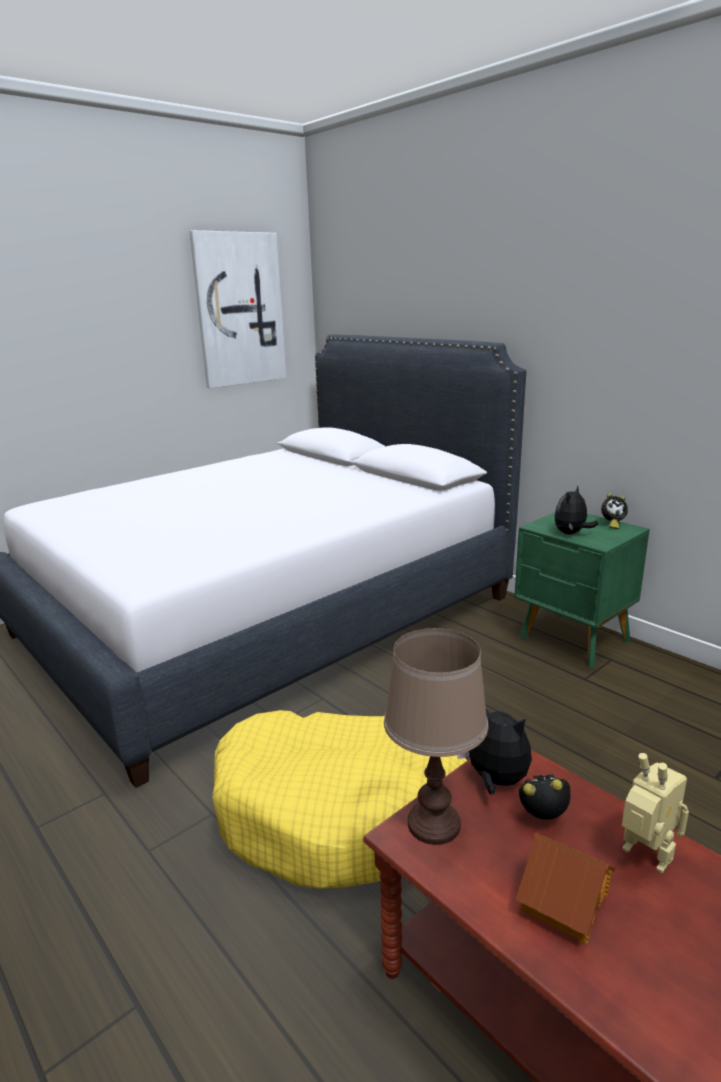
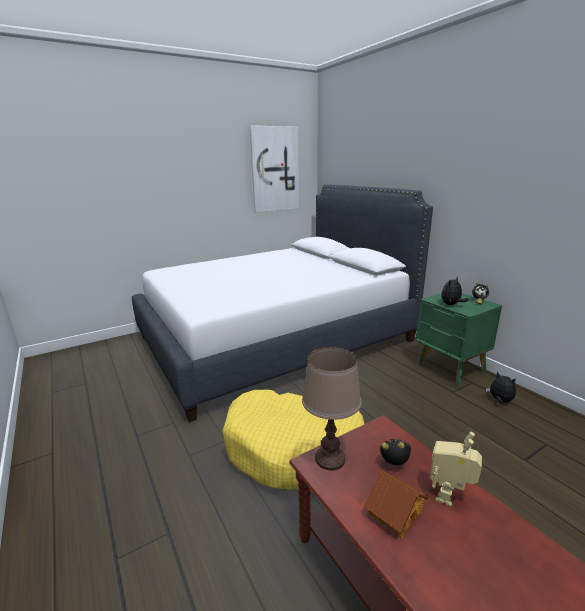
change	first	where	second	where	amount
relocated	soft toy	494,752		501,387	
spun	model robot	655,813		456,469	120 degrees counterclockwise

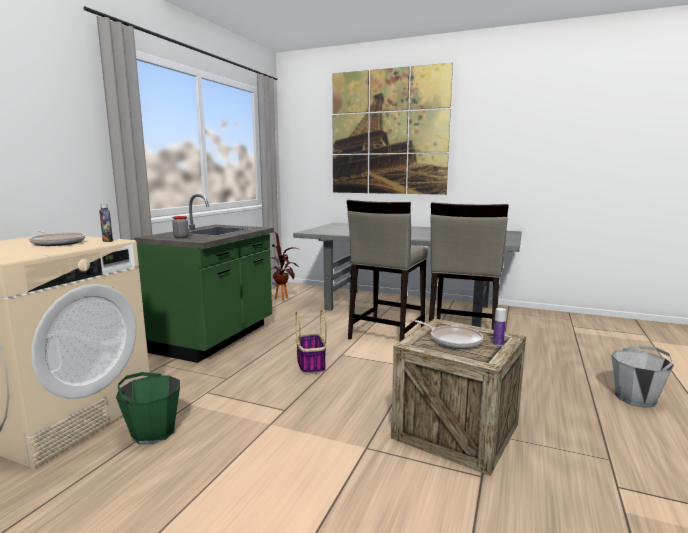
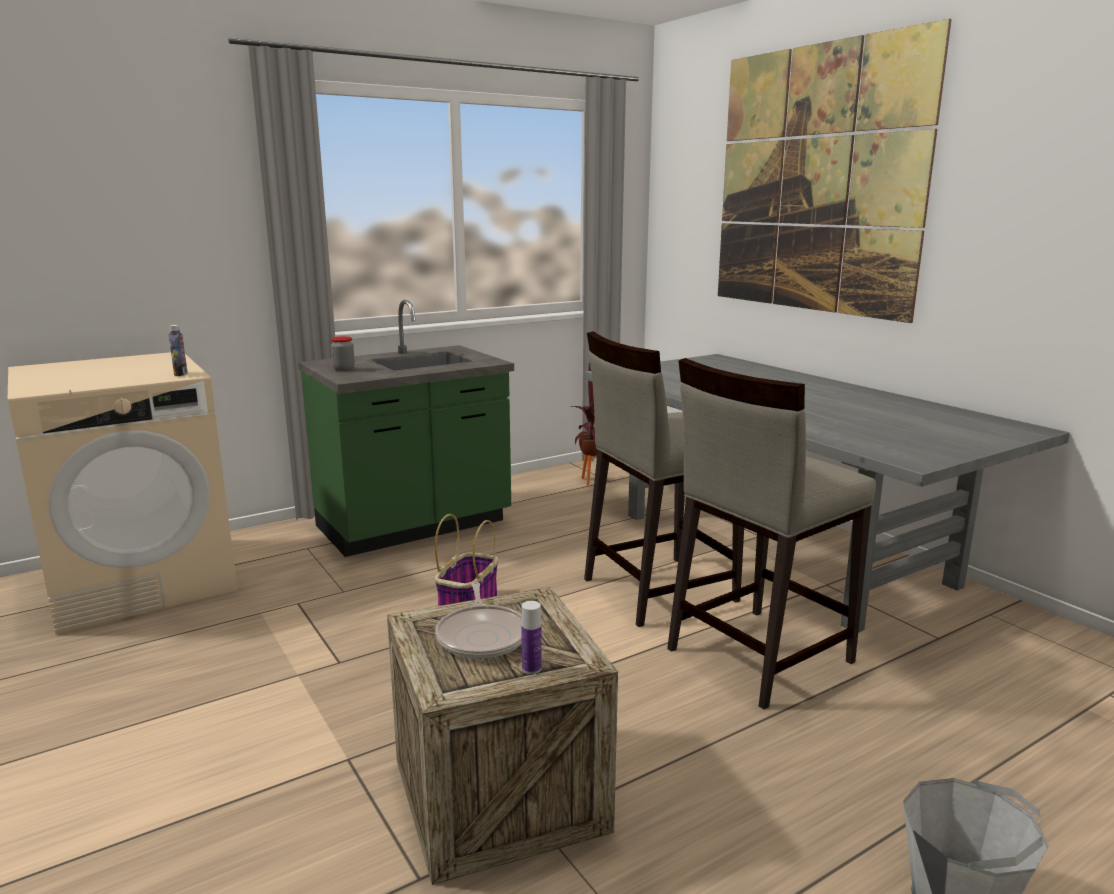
change	first	where	second	where	amount
missing	frying pan	57,238			
missing	water bucket (greenish)	148,408			

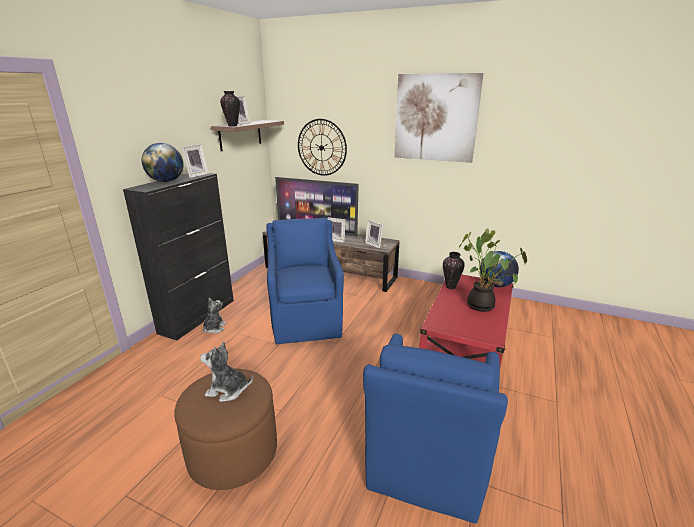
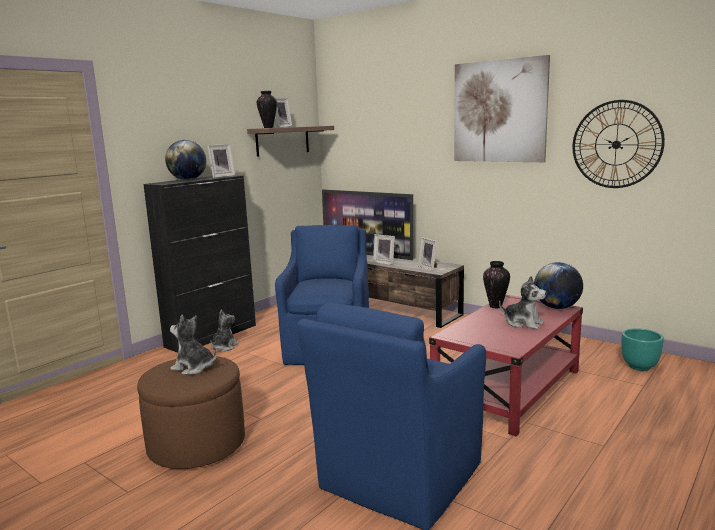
change	first	where	second	where	amount
relocated	hanging clock	322,147		619,144	
exchanged	houseplant	493,270	soft toy	523,302	
appeared			planter (blue-green)	642,349	

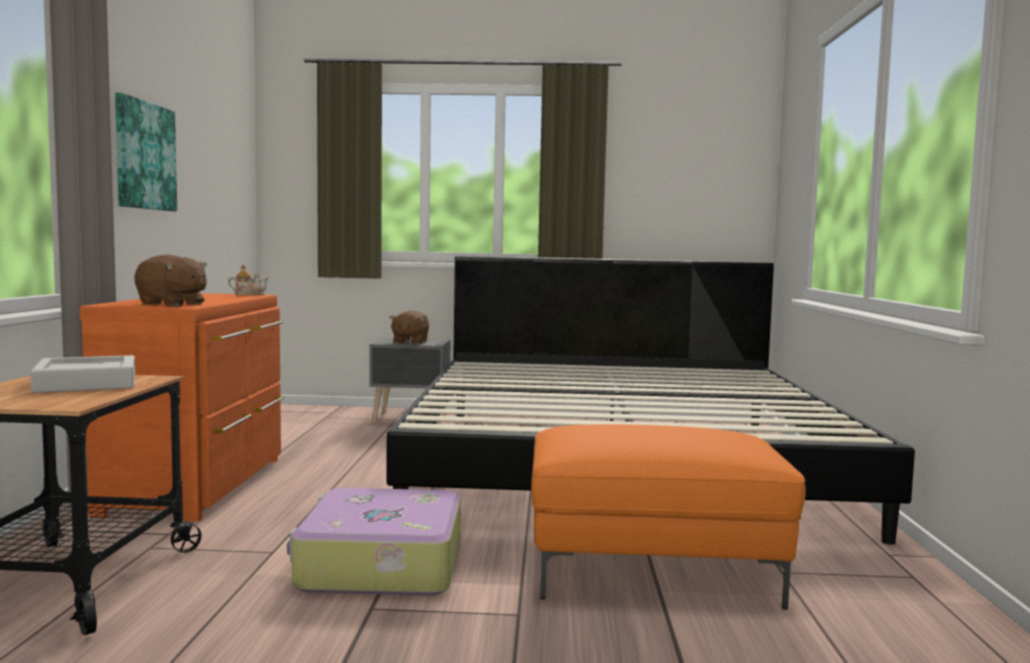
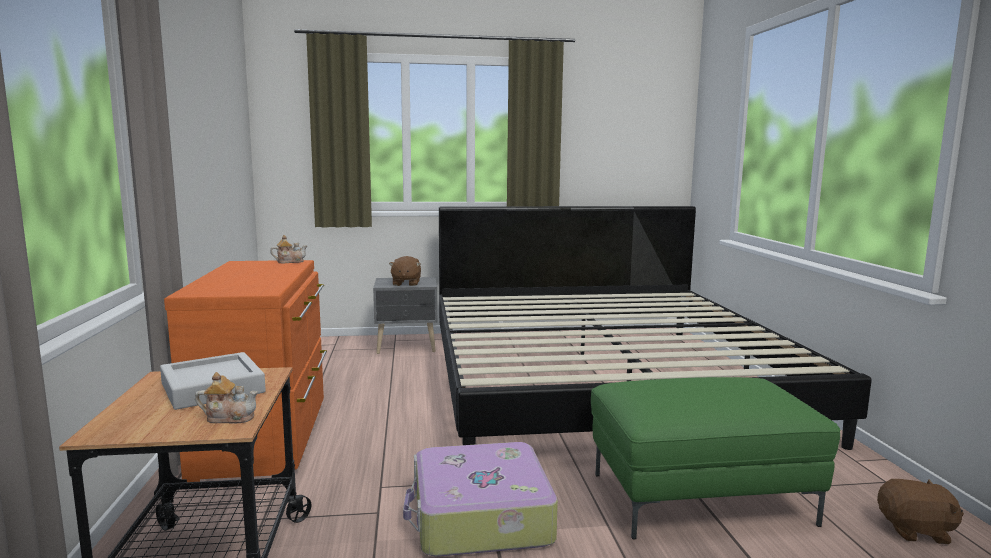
change	first	where	second	where	amount
missing	picture	146,152			
relocated	soft toy (brown-coloured)	170,280		920,511	
colour	ottoman (orangey)	668,516	ottoman (greenish)	715,458	
appeared			pot for tea	226,397	

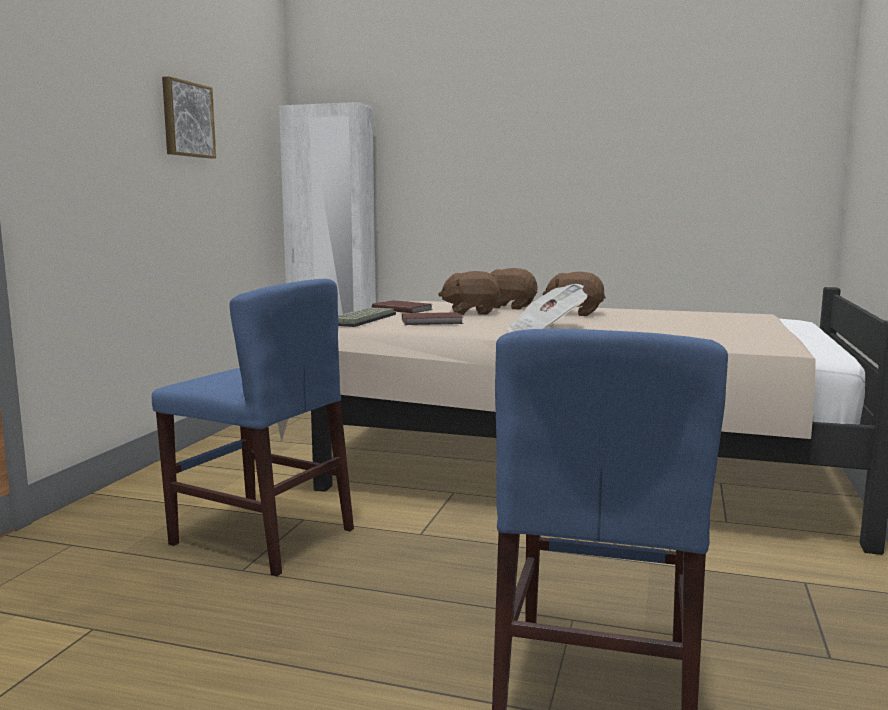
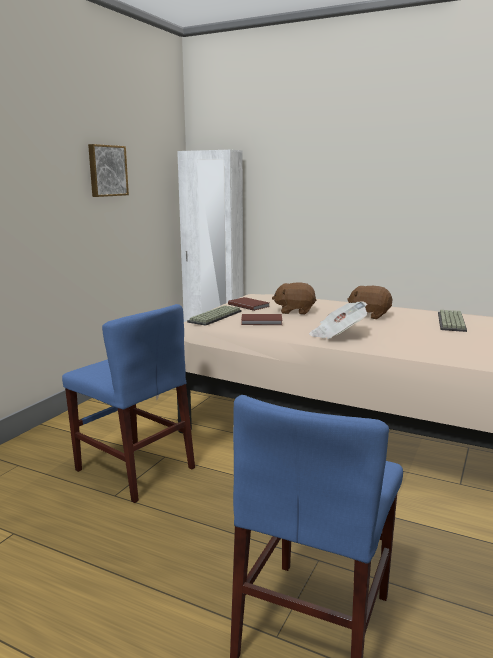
change	first	where	second	where	amount
missing	soft toy (brown-coloured)	513,289			
appeared			computer keyboard	452,321	

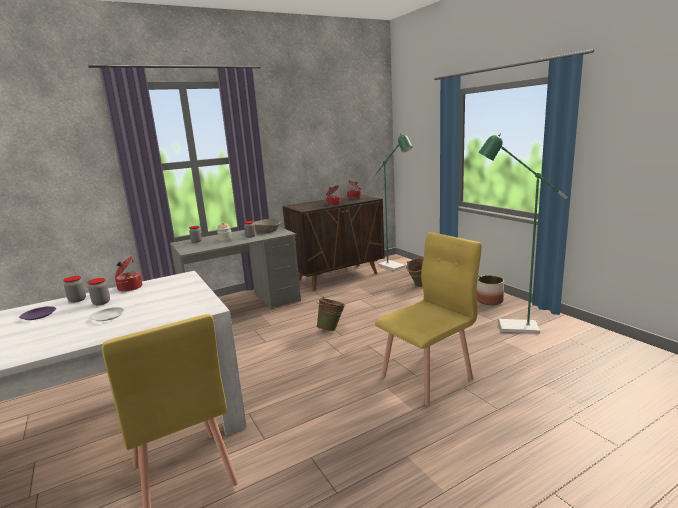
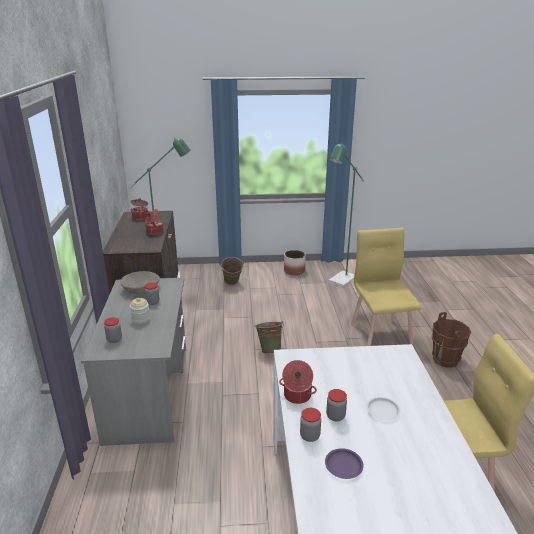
change	first	where	second	where	amount
appeared			water bucket (brown-coloured)	451,340	

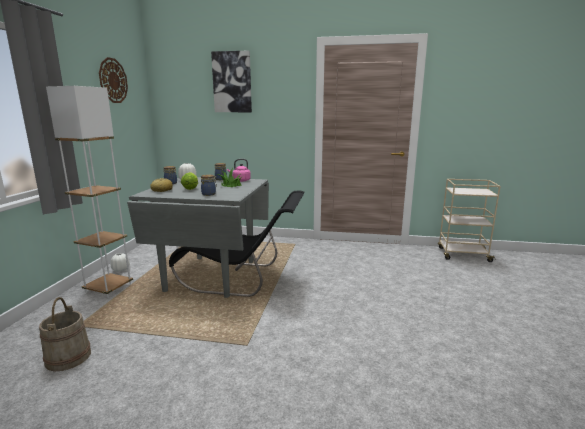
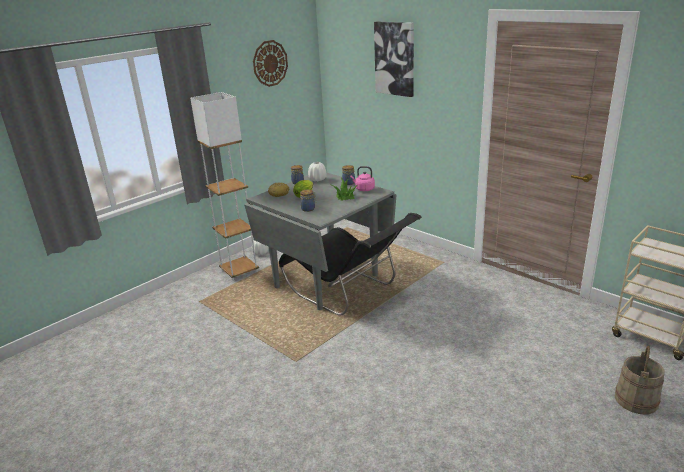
change	first	where	second	where	amount
relocated	water bucket (beige)	65,334		640,380	

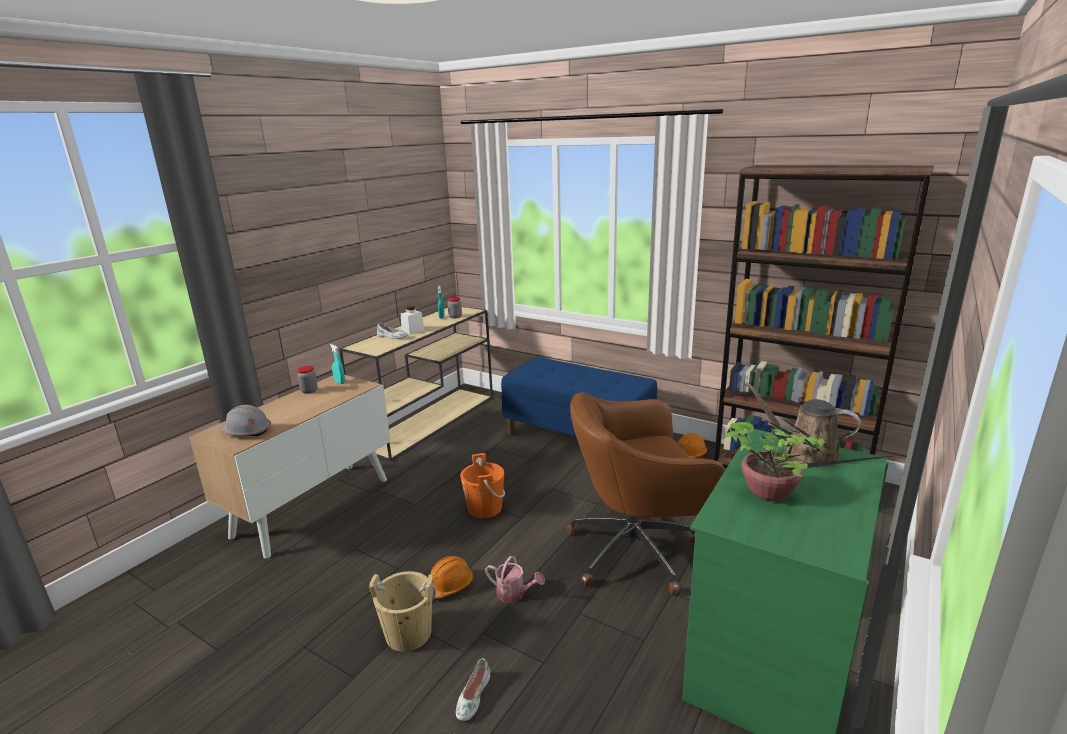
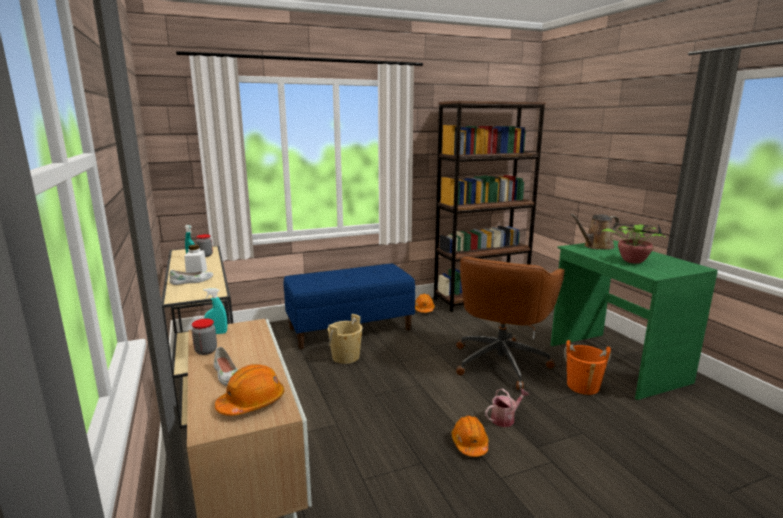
change	first	where	second	where	amount
colour	safety helmet (grey)	245,420	safety helmet (orangey)	249,390	
relocated	water bucket (orangey)	482,485		588,367	
relocated	water bucket (beige)	402,611		345,339	
relocated	low shoe (whitish)	473,689		226,366	

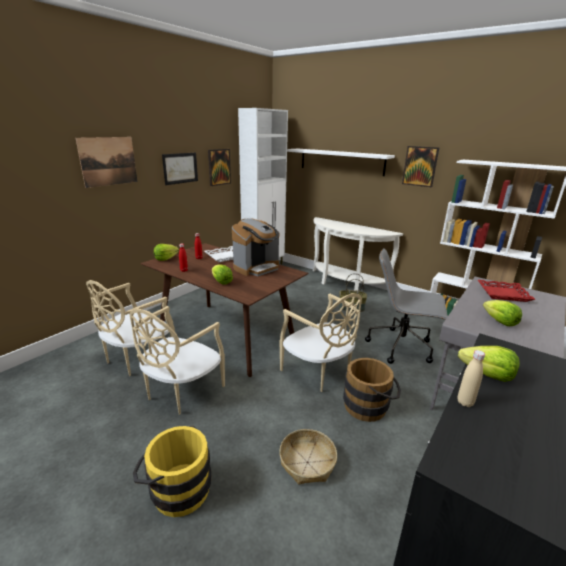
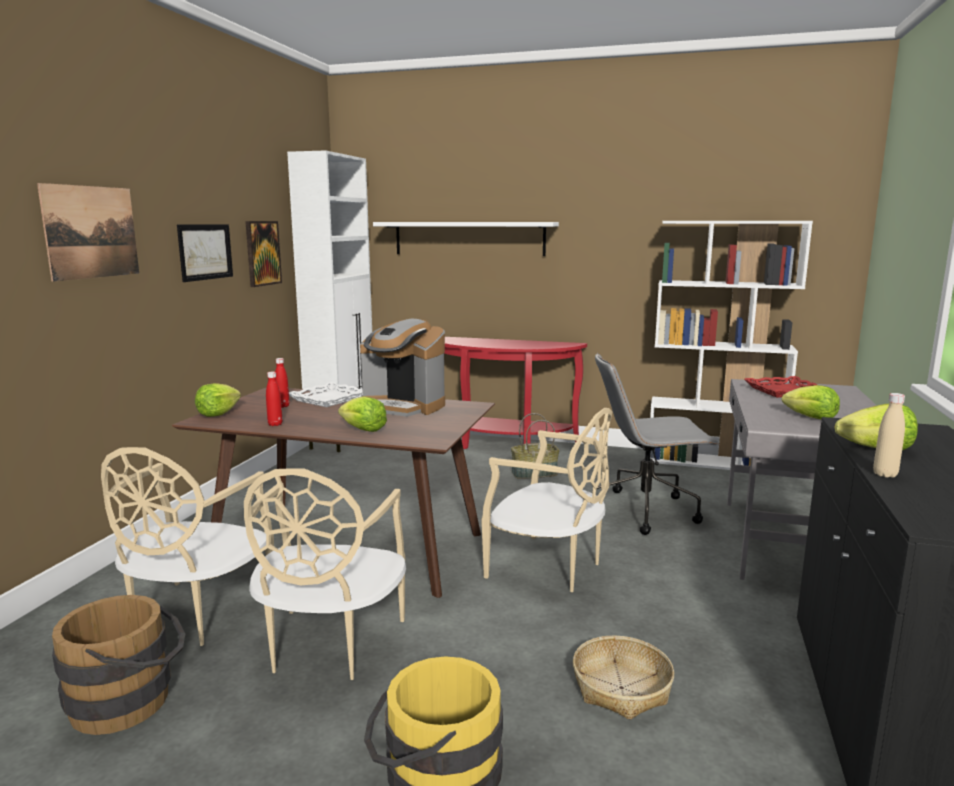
change	first	where	second	where	amount
missing	picture	420,166			
colour	console table (whitish)	358,254	console table (reddish)	515,393	
spun	coffee machine	255,247		402,368	90 degrees clockwise
relocated	water bucket (brown-coloured)	372,390		118,665	

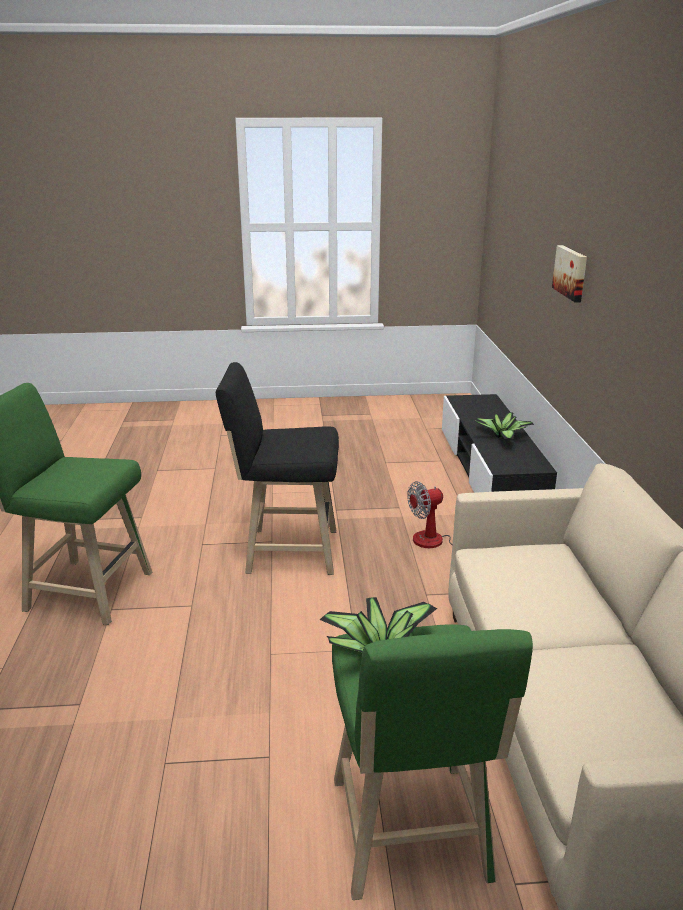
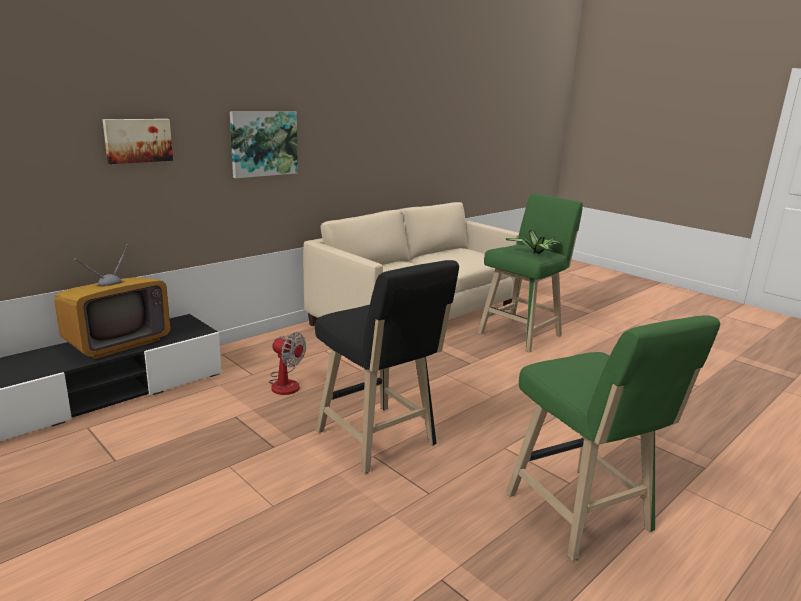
change	first	where	second	where	amount
exchanged	houseplant	504,425	television	112,301	
appeared			picture	264,144	

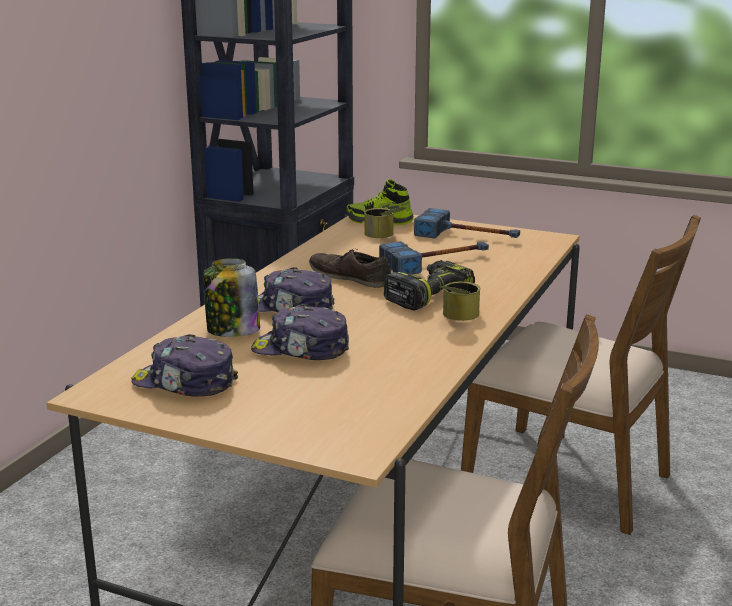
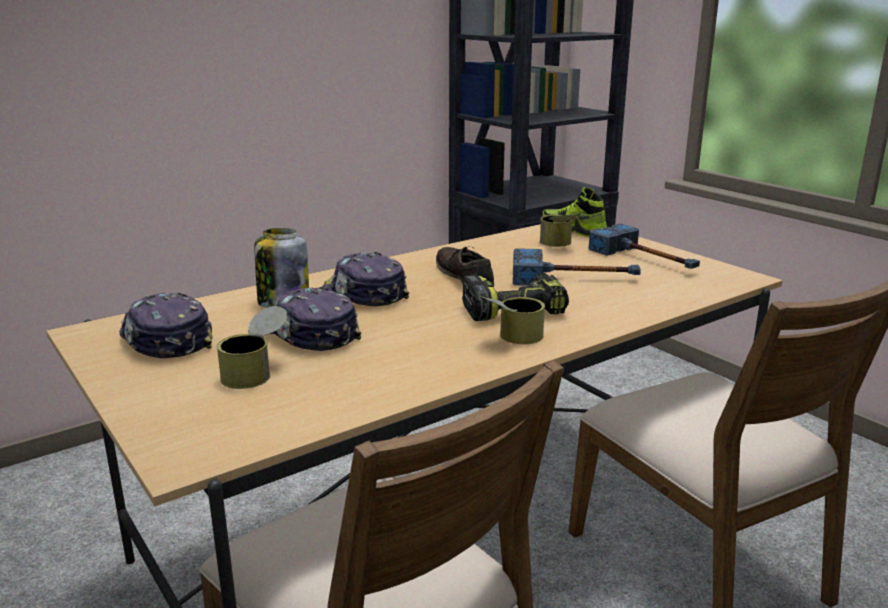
change	first	where	second	where	amount
appeared			can	252,347	

